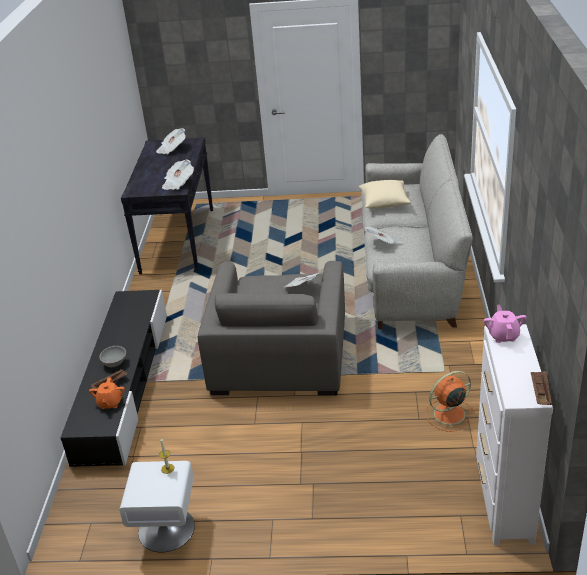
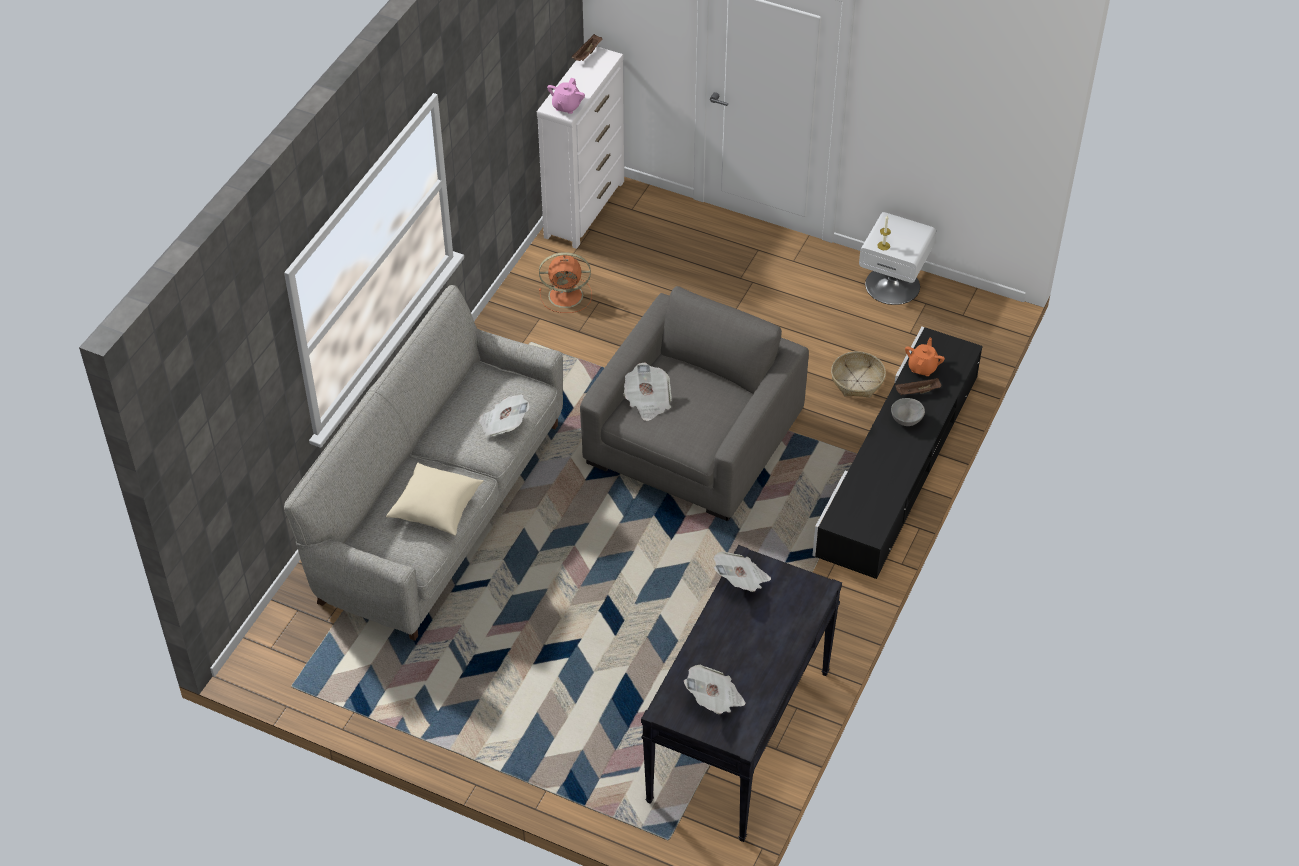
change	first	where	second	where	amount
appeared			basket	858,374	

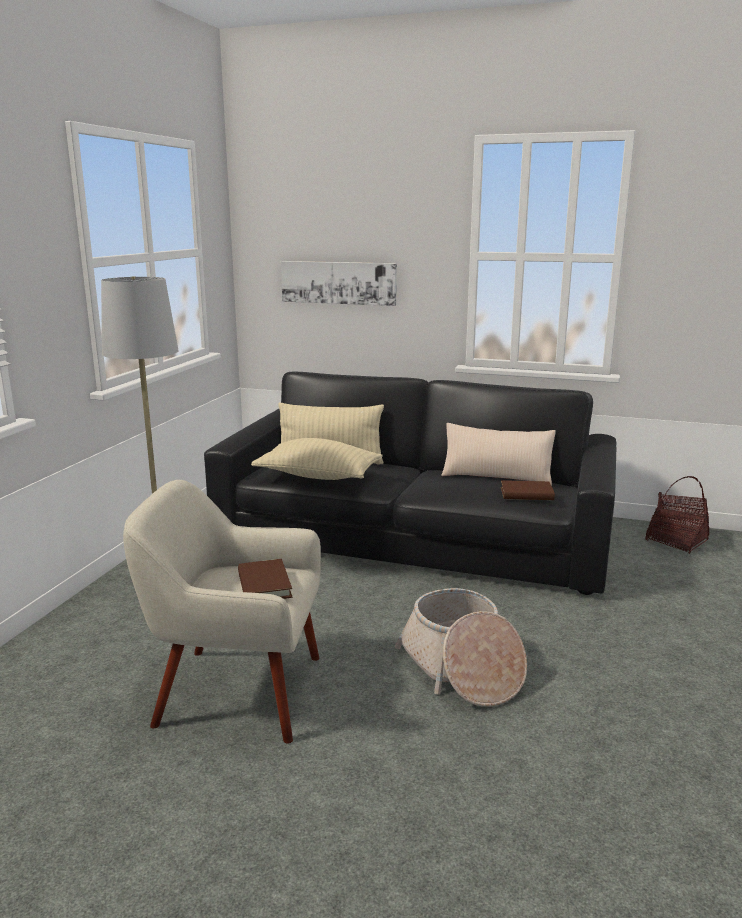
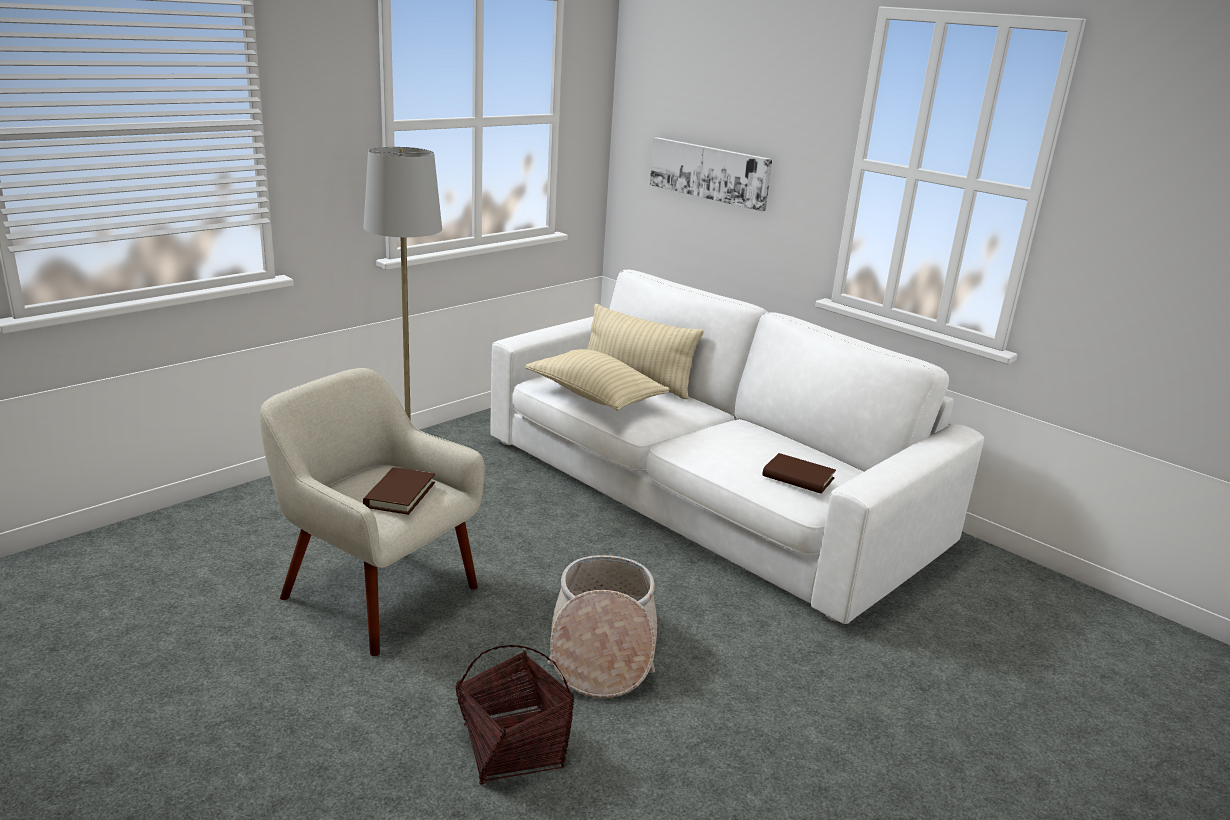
change	first	where	second	where	amount
colour	sofa (black-coloured)	410,483	sofa (whitish)	737,447	
missing	cushion (beige)	498,454			
relocated	basket	677,515		514,715	

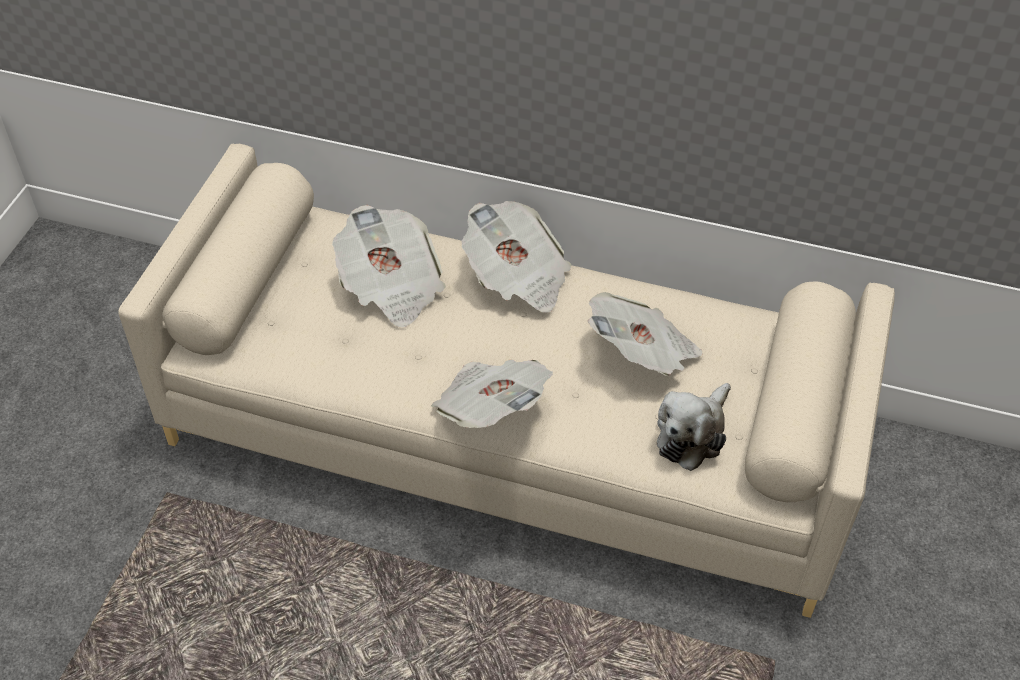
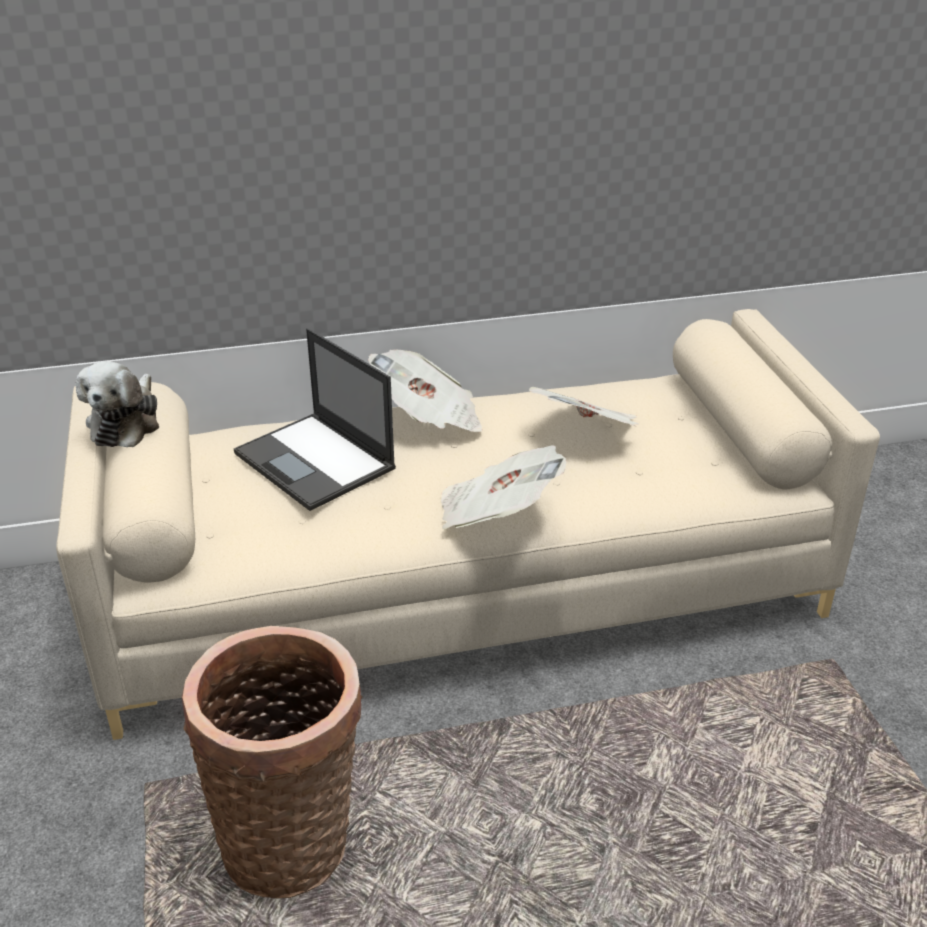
change	first	where	second	where	amount
exchanged	newspaper	389,266	portable computer	315,419	
relocated	soft toy	694,427		117,404	
appeared			basket	272,762	

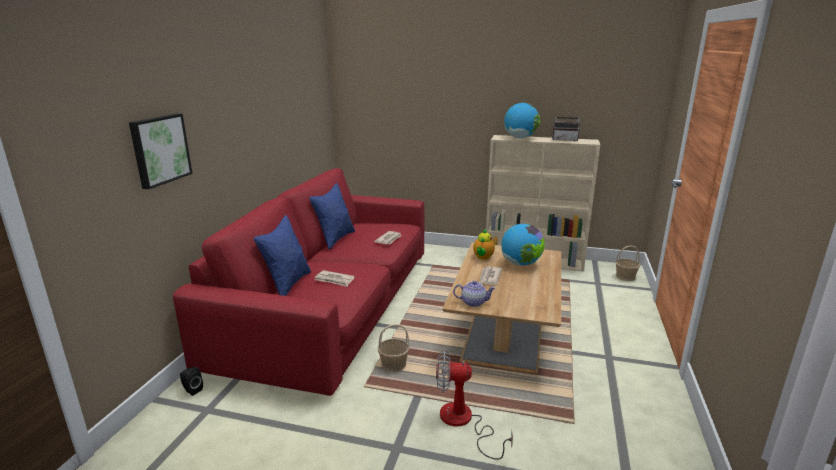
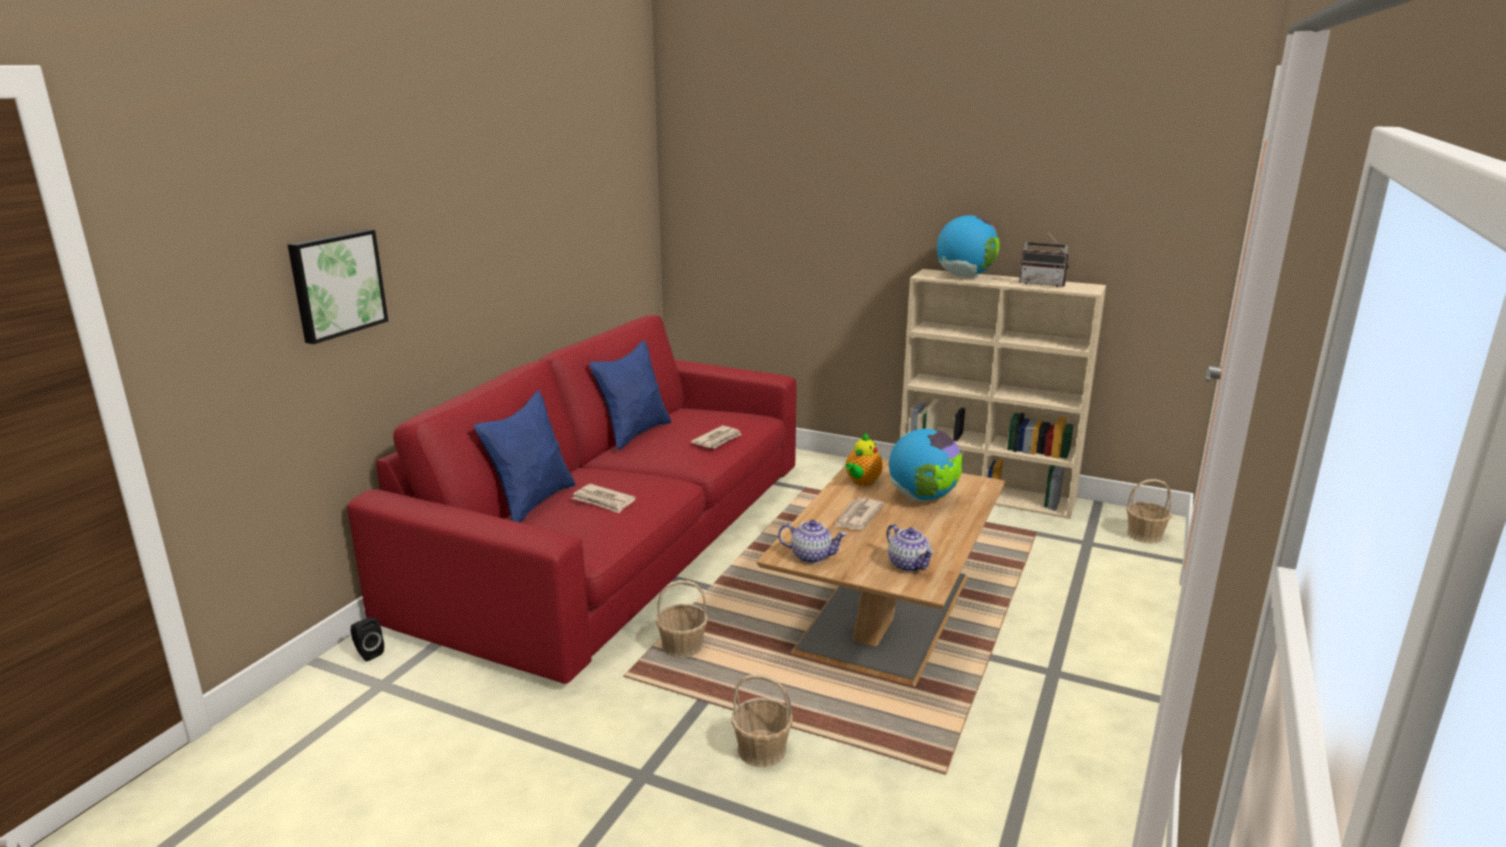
change	first	where	second	where	amount
exchanged	cooling fan	474,405	basket	762,720	
appeared			pot for tea	911,548	

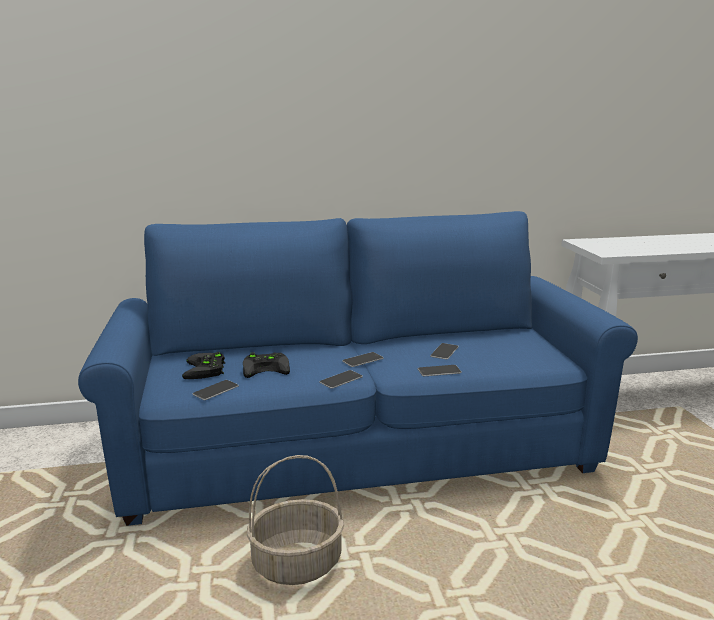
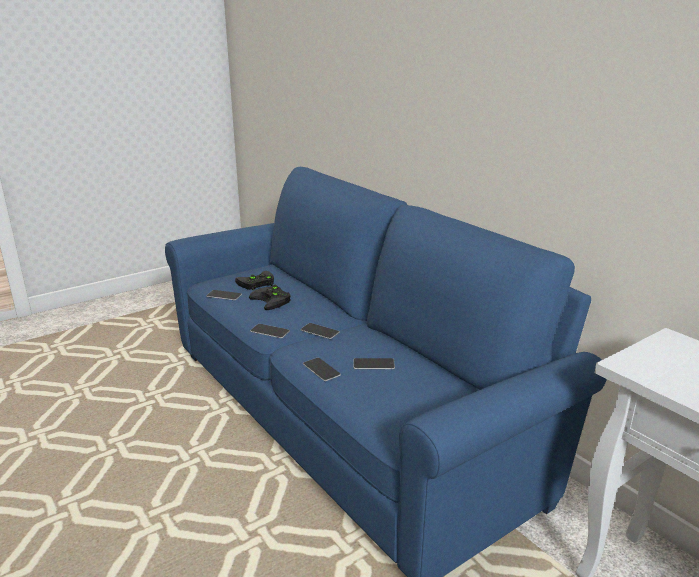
change	first	where	second	where	amount
missing	basket	295,520			

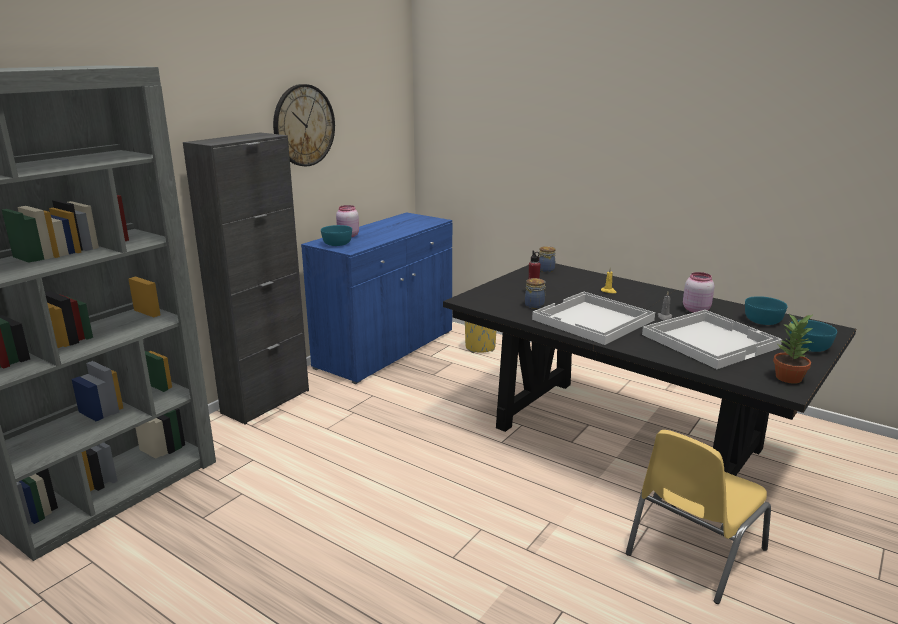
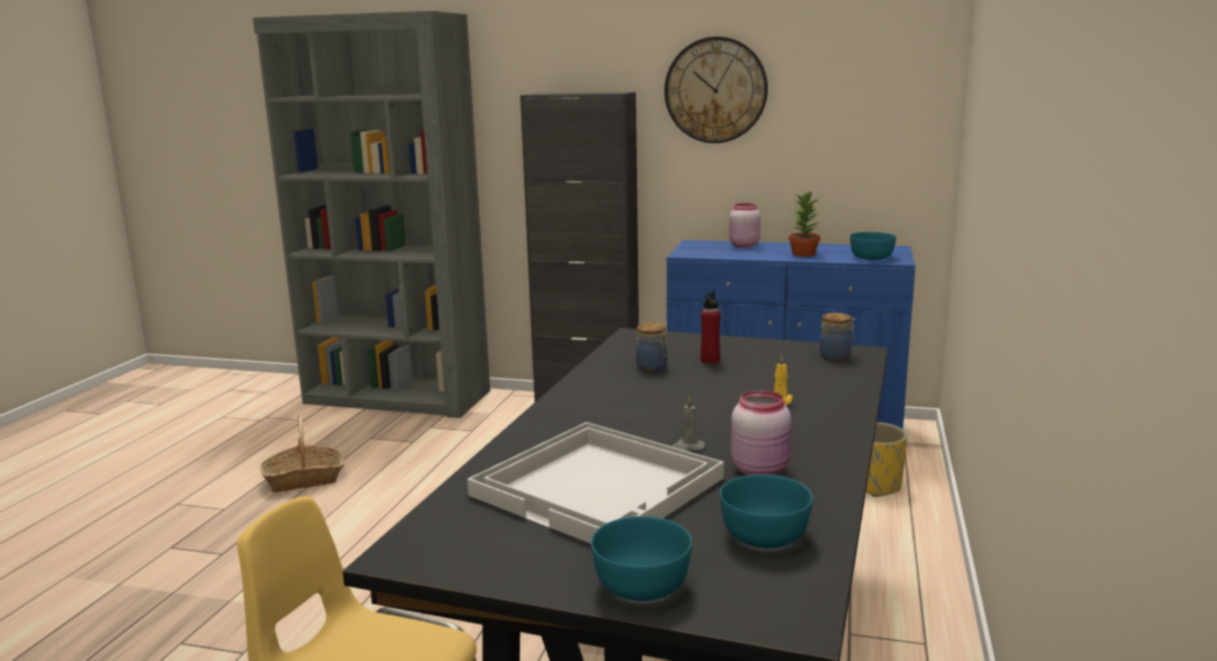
change	first	where	second	where	amount
relocated	deep dish (blue-green)	336,235		873,246	
missing	carrying tray (whitish)	593,318			
relocated	houseplant	793,349		804,224	
appeared			basket	302,452	

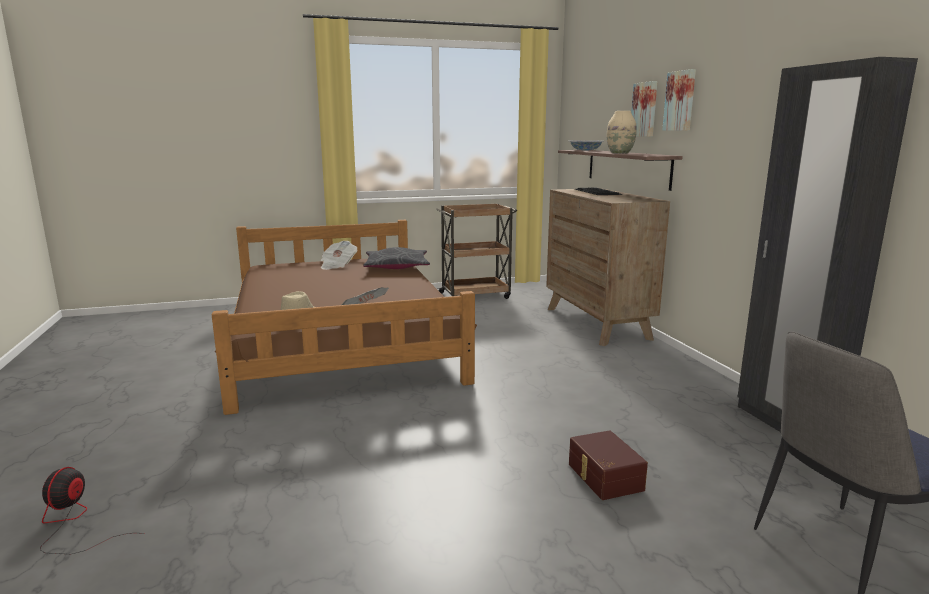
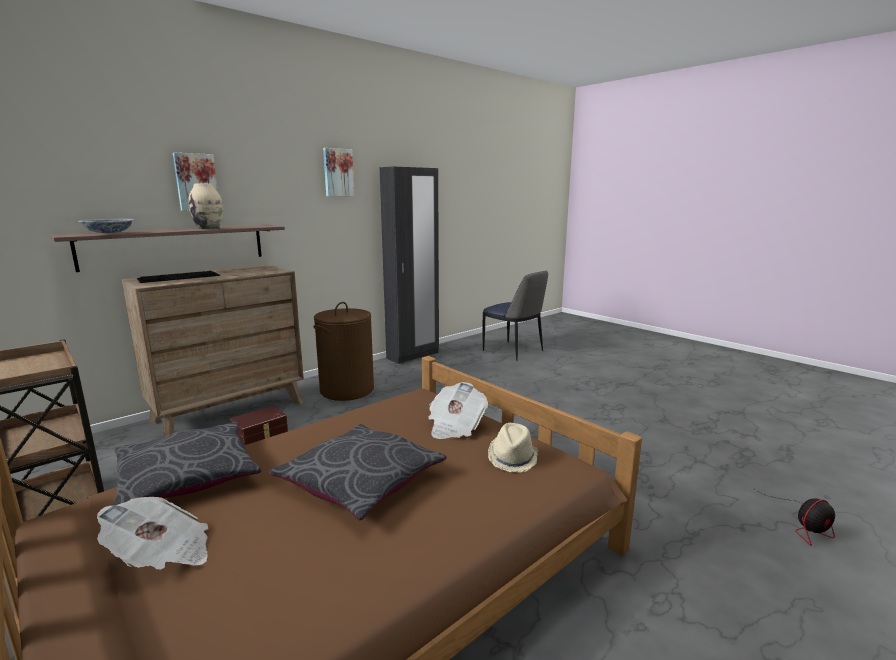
change	first	where	second	where	amount
relocated	picture	679,100		339,172	
relocated	storage container (brown-coloured)	608,465		259,425	
appeared			laundry basket (brown-coloured)	344,351	
appeared			cushion (grey)	358,472	

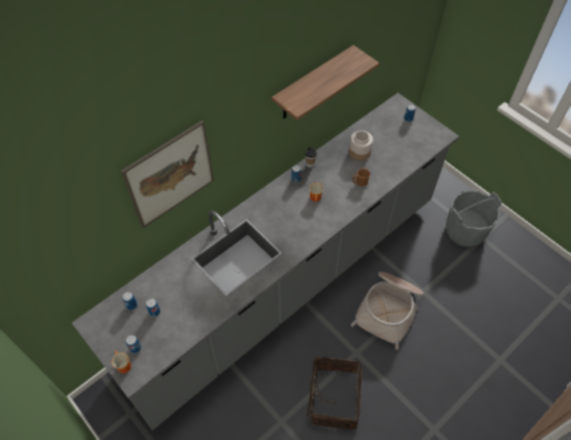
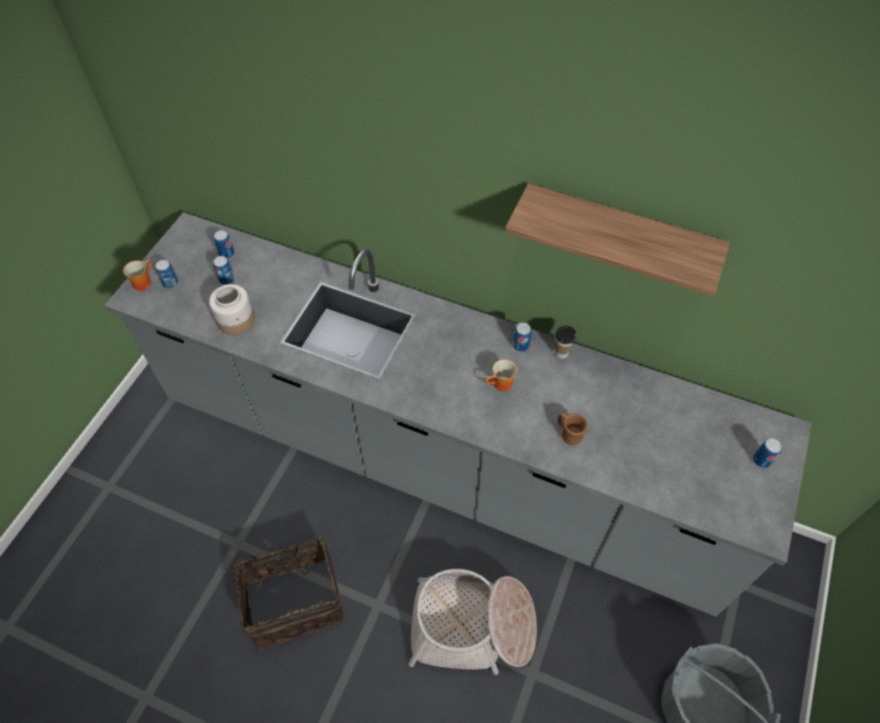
change	first	where	second	where	amount
missing	picture	167,174			
relocated	preserve jar	361,145		232,309	

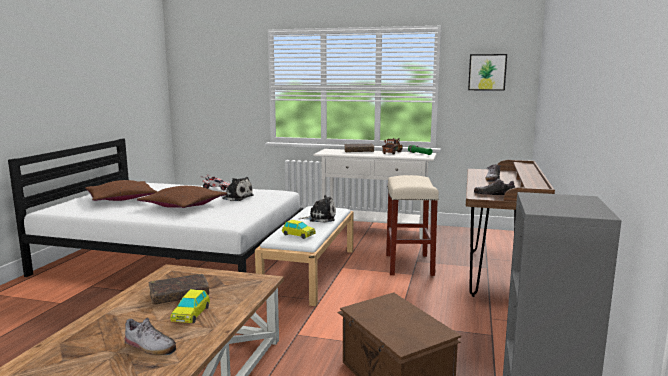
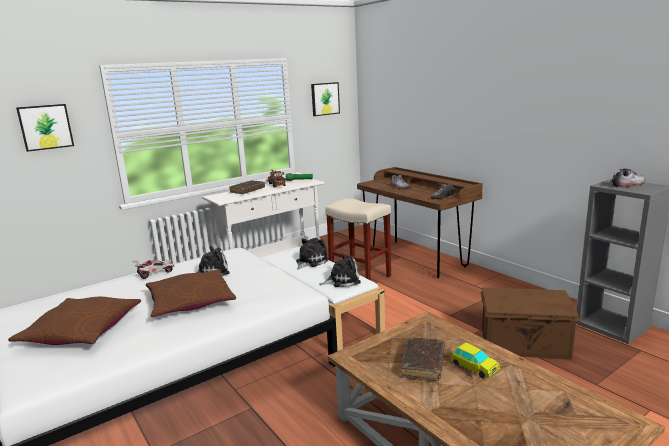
change	first	where	second	where	amount
exchanged	model car	298,229	soft toy	340,270	
relocated	low shoe	150,336		628,178	
appeared			picture	45,128	

